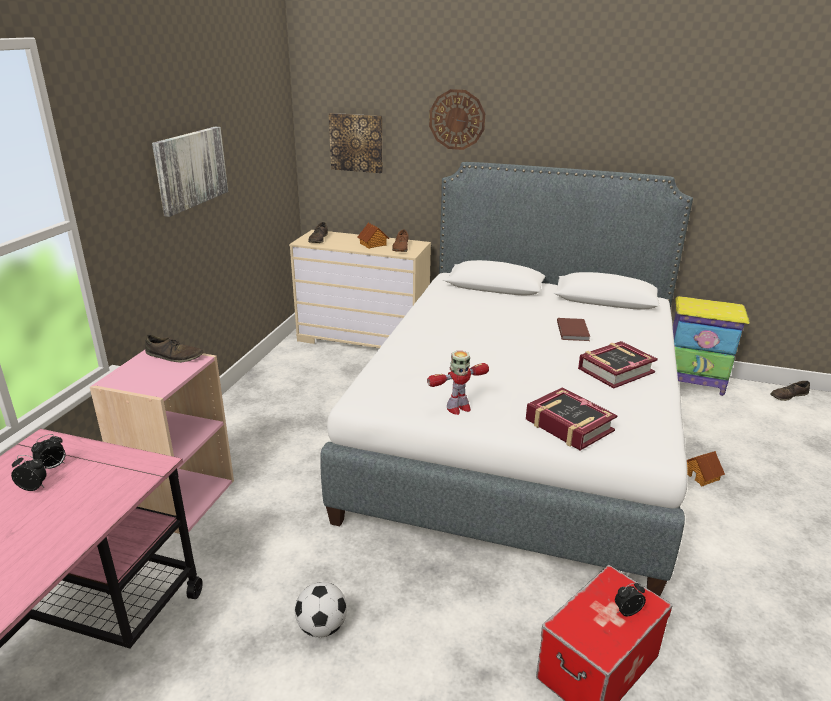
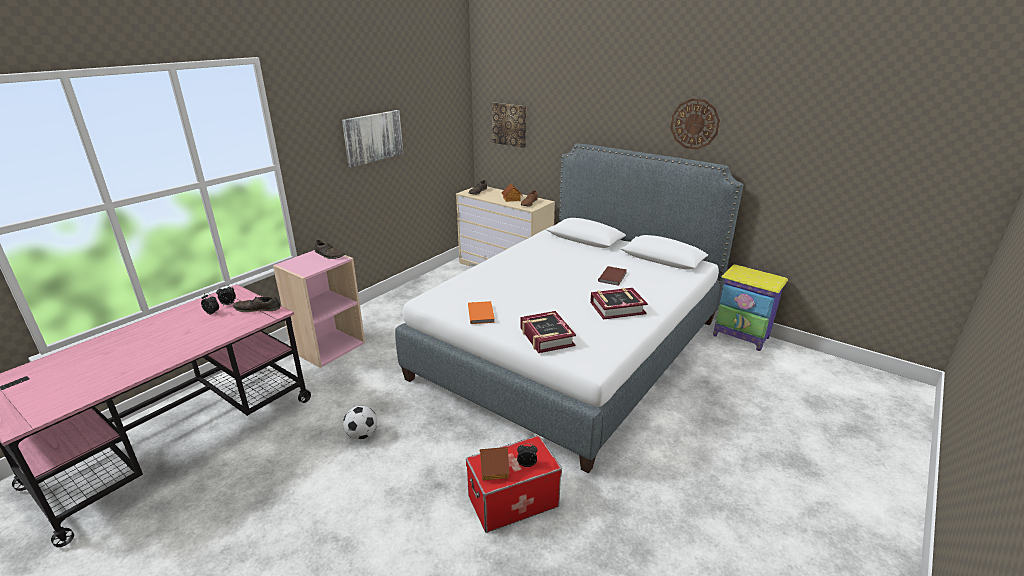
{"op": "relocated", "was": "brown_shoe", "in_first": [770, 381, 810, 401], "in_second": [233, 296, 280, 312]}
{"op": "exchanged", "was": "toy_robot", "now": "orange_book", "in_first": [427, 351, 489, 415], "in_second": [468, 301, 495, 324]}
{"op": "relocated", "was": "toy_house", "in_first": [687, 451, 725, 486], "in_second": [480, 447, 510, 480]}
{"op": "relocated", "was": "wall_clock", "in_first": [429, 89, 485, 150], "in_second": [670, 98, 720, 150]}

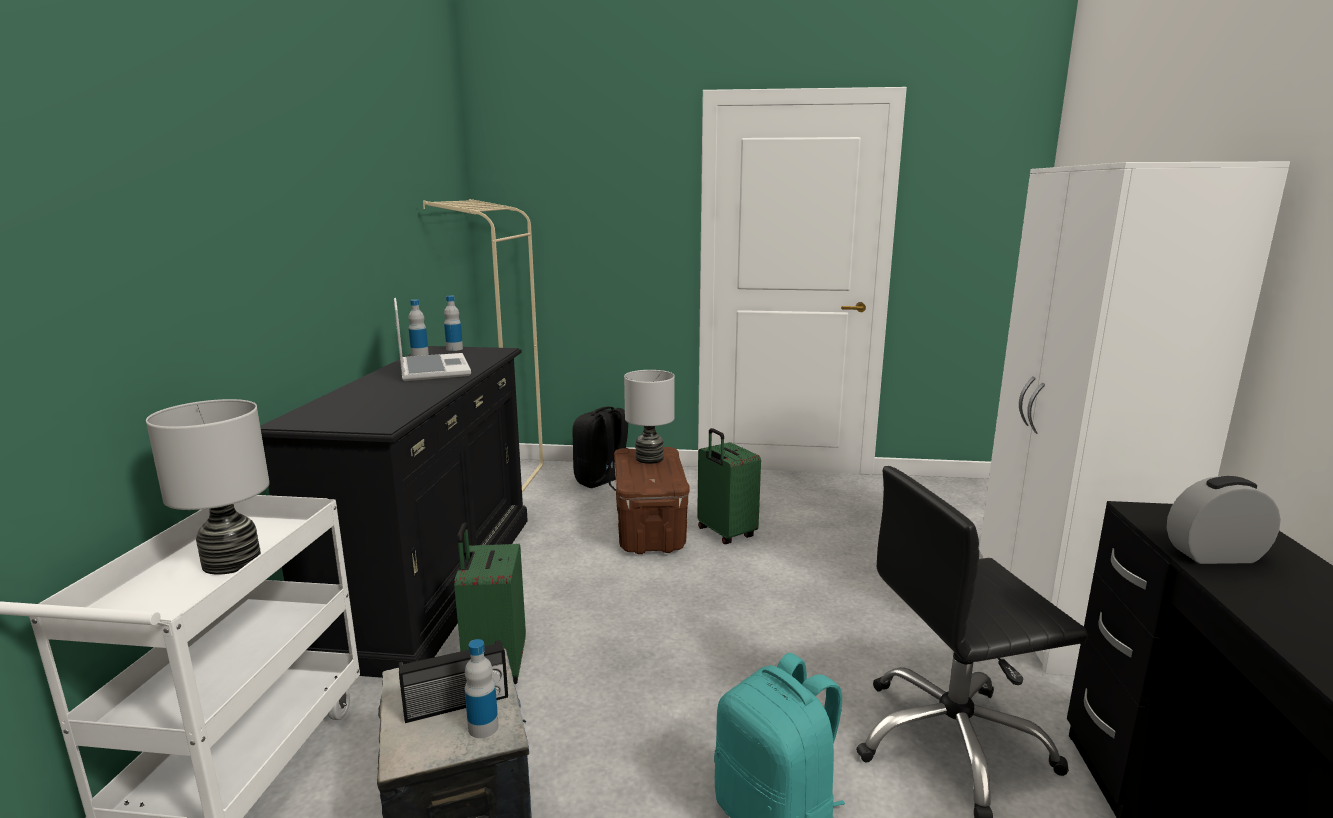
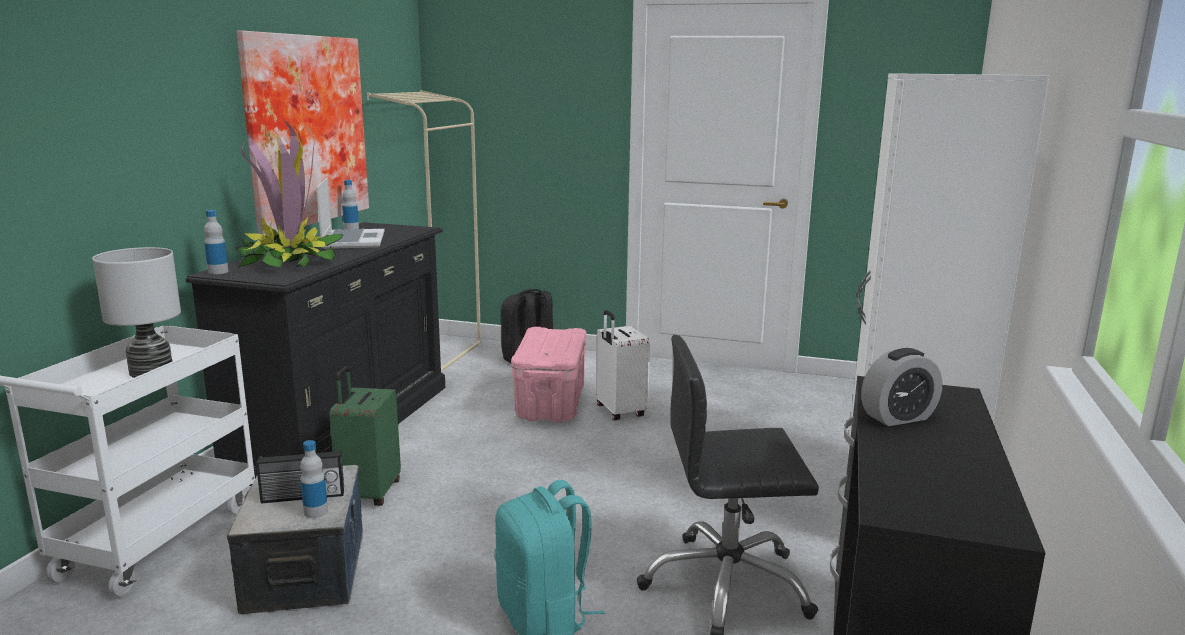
{"op": "relocated", "was": "bottle", "in_first": [444, 296, 463, 351], "in_second": [204, 210, 228, 274]}
{"op": "appeared", "now": "potted_plant", "in_second": [235, 120, 343, 269]}
{"op": "appeared", "now": "picture", "in_second": [236, 31, 369, 236]}
{"op": "colour", "was": "brown_storage_box", "now": "pink_storage_box", "in_first": [614, 447, 689, 554], "in_second": [511, 327, 587, 423]}
{"op": "colour", "was": "green_suitcase", "now": "white_suitcase", "in_first": [697, 428, 761, 544], "in_second": [596, 310, 650, 420]}
{"op": "spun", "was": "alarm_clock", "in_first": [1167, 476, 1281, 564], "in_second": [861, 348, 943, 426], "clockwise": 150}
{"op": "missing", "was": "grey_table_lamp", "in_first": [624, 370, 675, 464]}

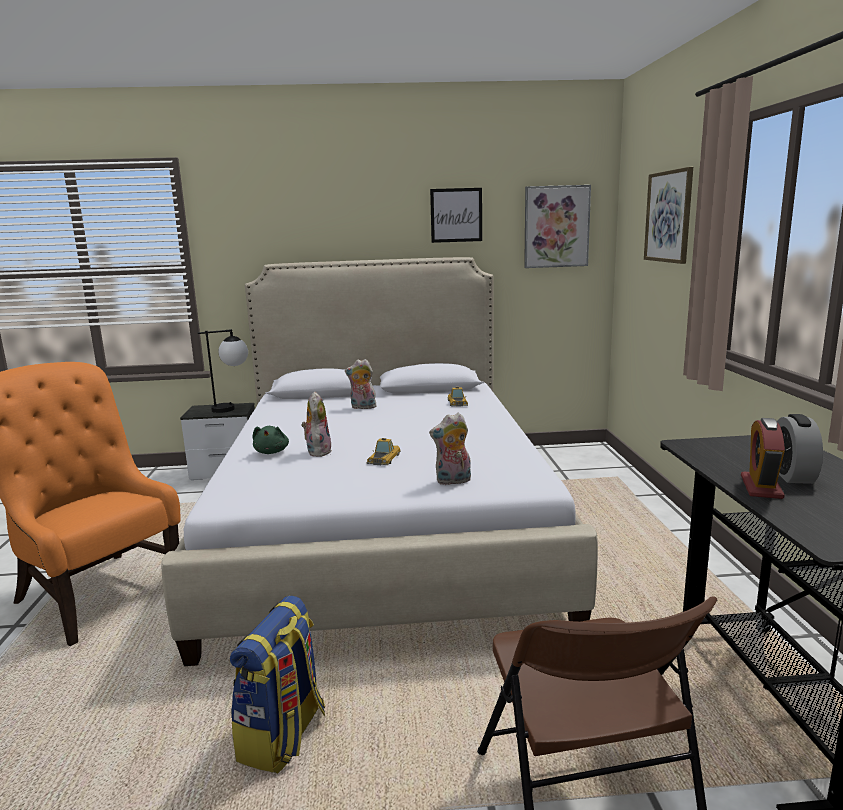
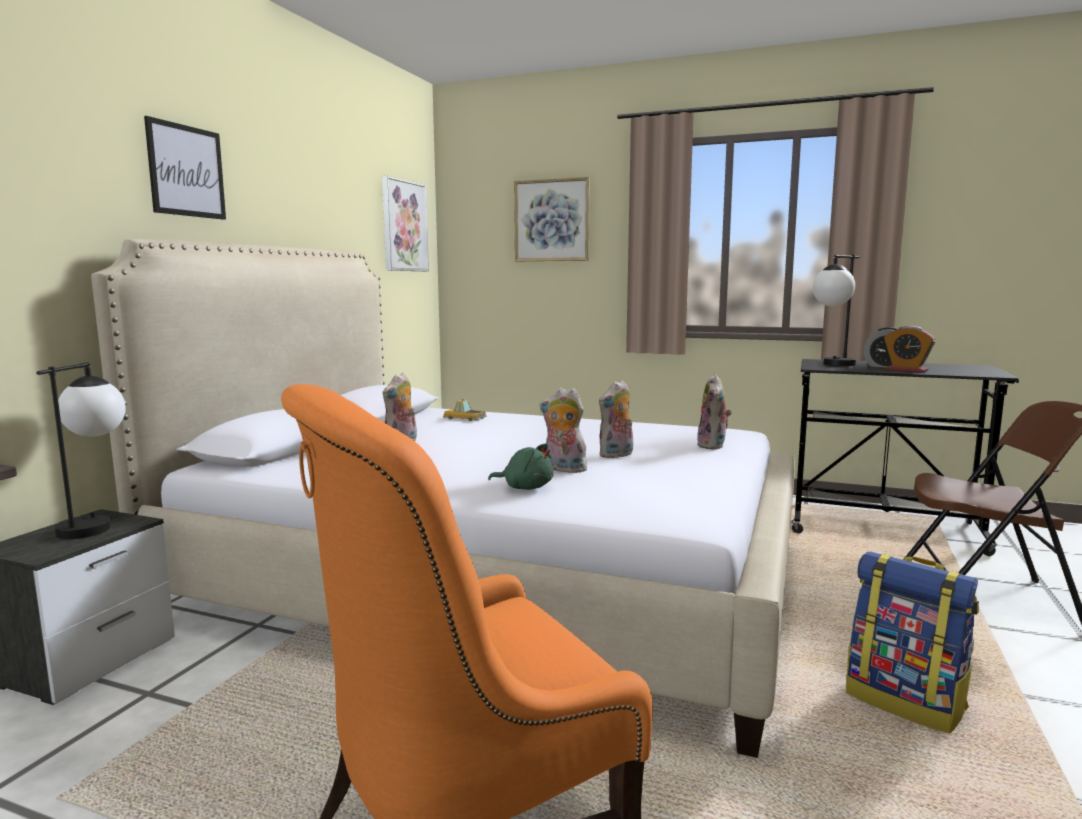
{"op": "relocated", "was": "picture", "in_first": [430, 188, 482, 243], "in_second": [144, 116, 226, 220]}
{"op": "exchanged", "was": "toy_car", "now": "plush_toy", "in_first": [366, 438, 401, 465], "in_second": [599, 380, 633, 459]}
{"op": "appeared", "now": "table_lamp", "in_second": [813, 255, 859, 366]}

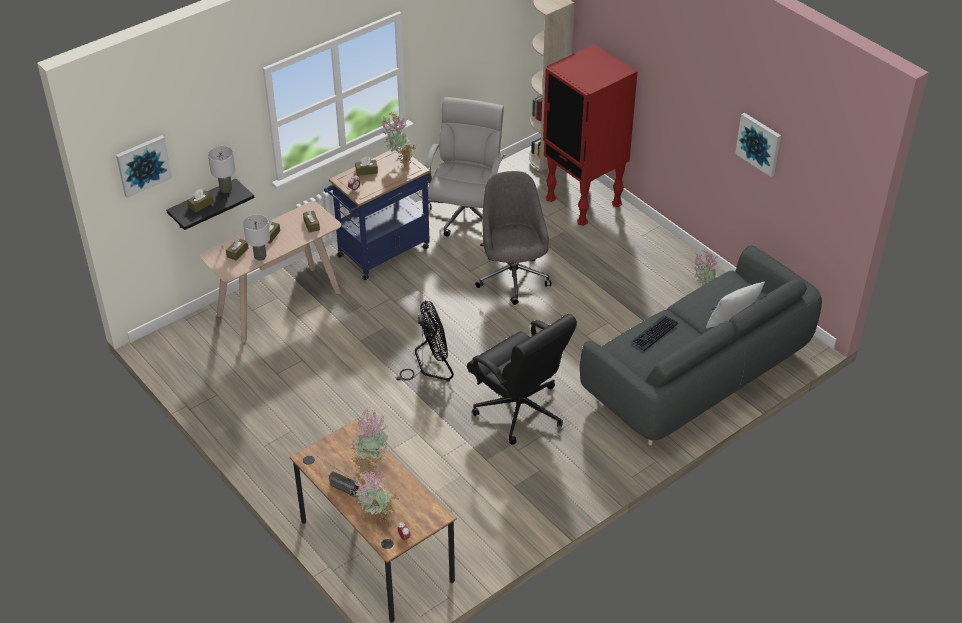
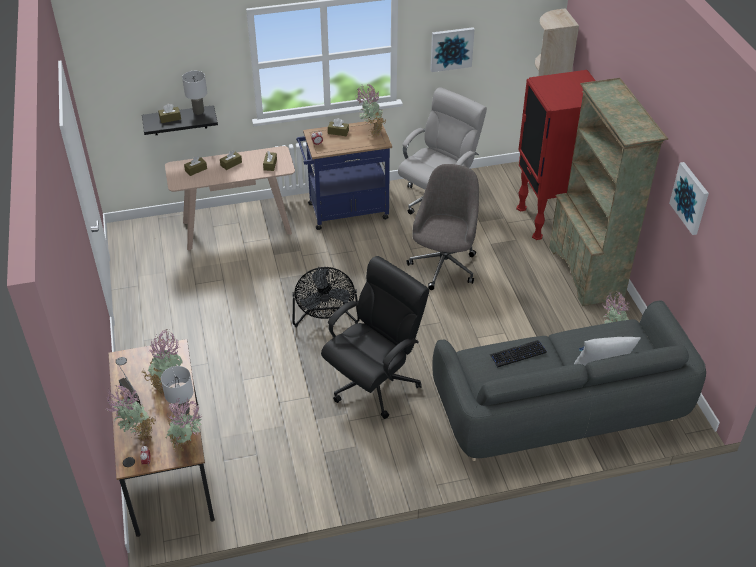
{"op": "relocated", "was": "white_table_lamp", "in_first": [243, 214, 270, 261], "in_second": [161, 366, 193, 416]}
{"op": "appeared", "now": "potted_plant", "in_second": [166, 397, 202, 452]}
{"op": "spun", "was": "black_fan", "in_first": [396, 301, 454, 382], "in_second": [292, 267, 360, 328], "clockwise": 75}
{"op": "spun", "was": "black_office_chair", "in_first": [467, 314, 577, 445], "in_second": [321, 256, 429, 419], "clockwise": -120}
{"op": "relocated", "was": "picture", "in_first": [116, 135, 172, 198], "in_second": [431, 27, 475, 72]}
{"op": "appeared", "now": "green_bookcase", "in_second": [549, 78, 668, 306]}

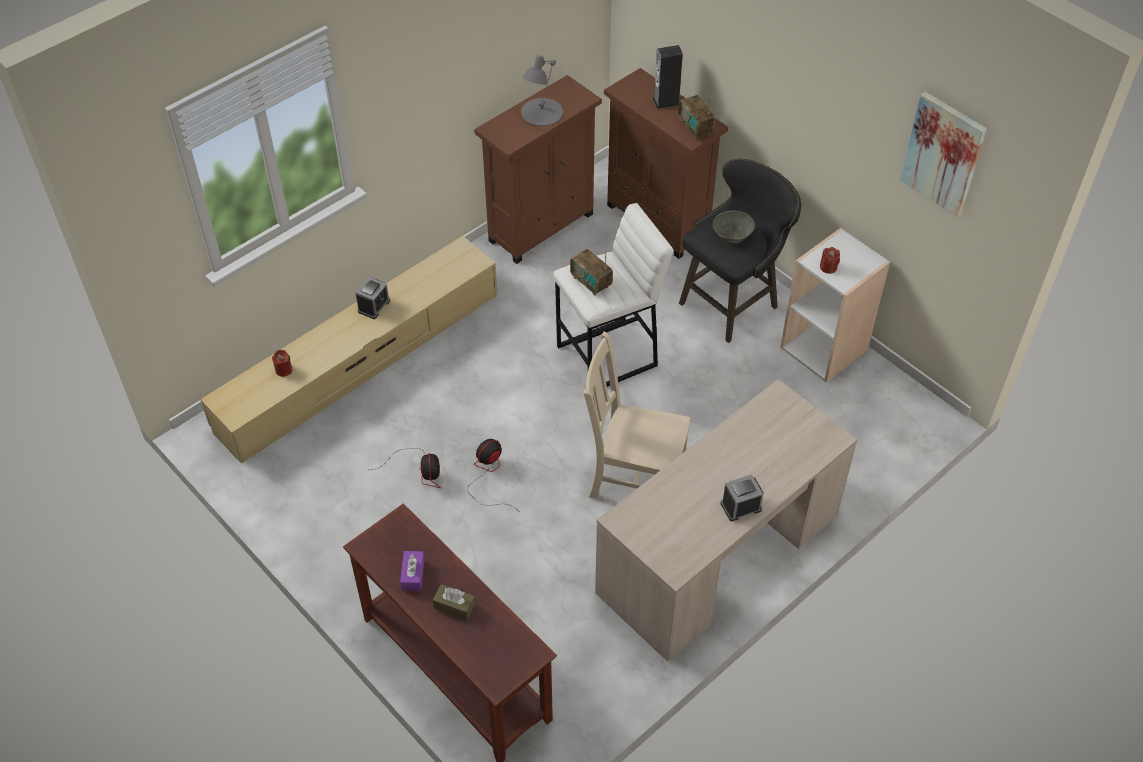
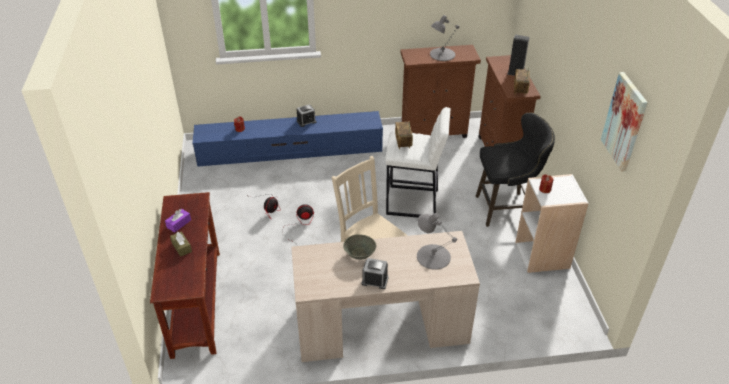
{"op": "colour", "was": "beige_tv_stand", "now": "blue_tv_stand", "in_first": [200, 236, 497, 464], "in_second": [193, 111, 383, 167]}
{"op": "relocated", "was": "grey_bowl", "in_first": [713, 210, 755, 243], "in_second": [343, 234, 376, 260]}
{"op": "appeared", "now": "grey_table_lamp", "in_second": [417, 213, 457, 270]}

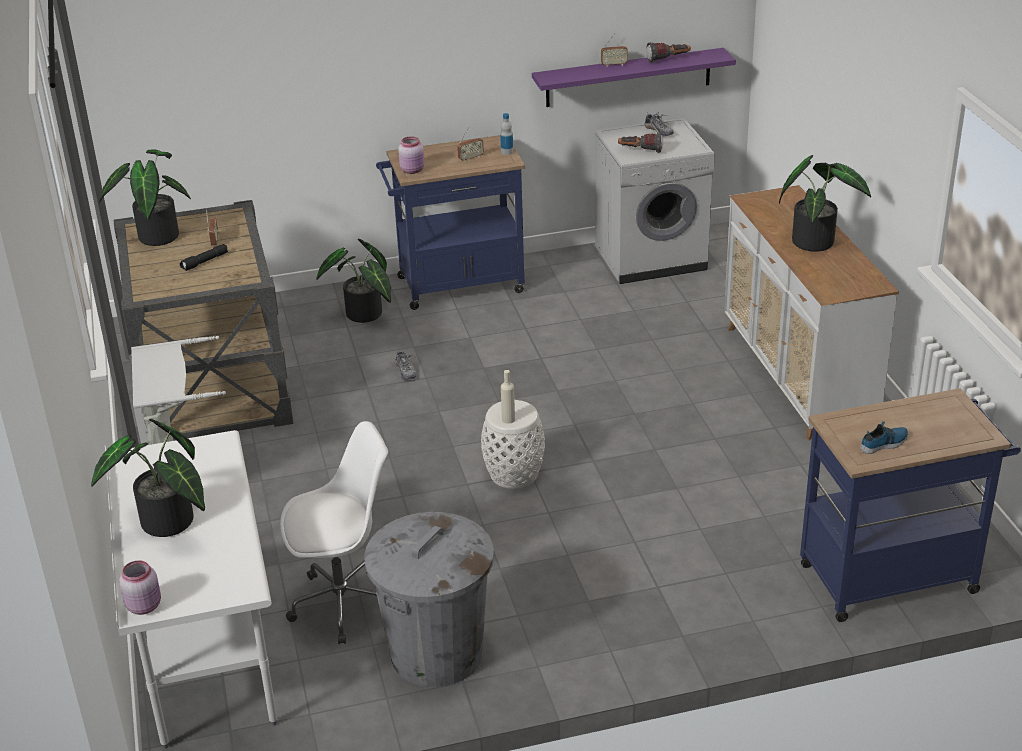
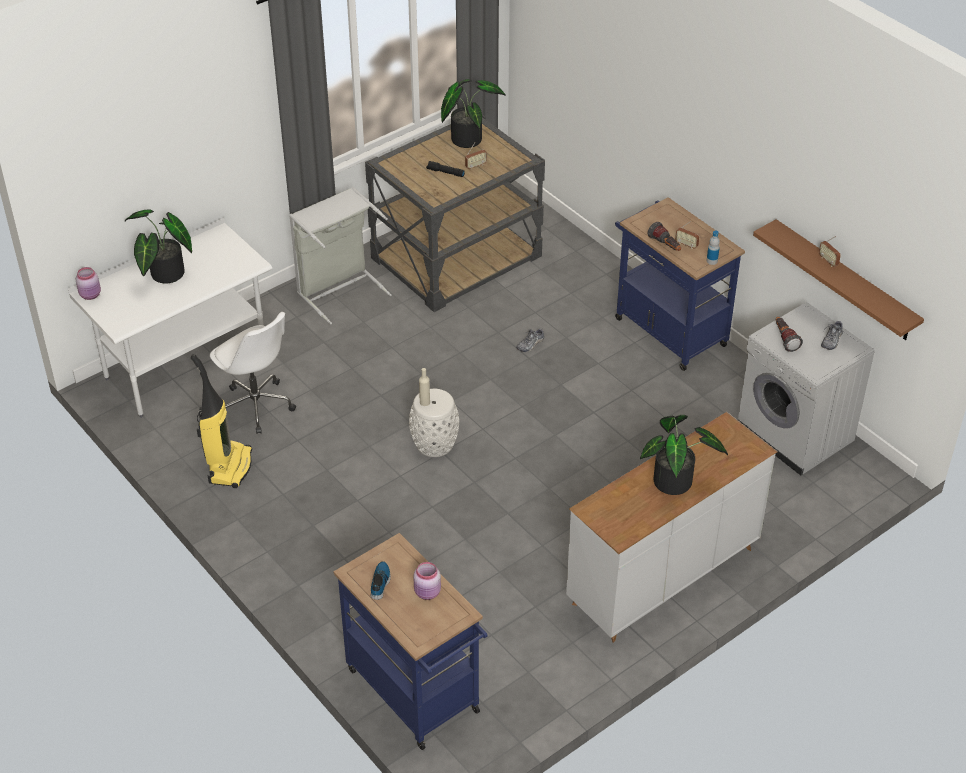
{"op": "exchanged", "was": "grey_trash_can", "now": "vacuum_cleaner", "in_first": [364, 512, 494, 687], "in_second": [191, 354, 252, 488]}
{"op": "spun", "was": "shoe", "in_first": [860, 421, 908, 454], "in_second": [370, 561, 391, 600], "clockwise": -120}
{"op": "relocated", "was": "pink_jar", "in_first": [398, 136, 424, 174], "in_second": [413, 562, 441, 600]}
{"op": "relocated", "was": "flashlight", "in_first": [646, 42, 691, 63], "in_second": [648, 222, 681, 251]}
{"op": "colour", "was": "purple_shelf", "now": "brown_shelf", "in_first": [532, 48, 736, 107], "in_second": [753, 219, 924, 340]}
{"op": "missing", "was": "potted_plant", "in_first": [316, 239, 391, 323]}

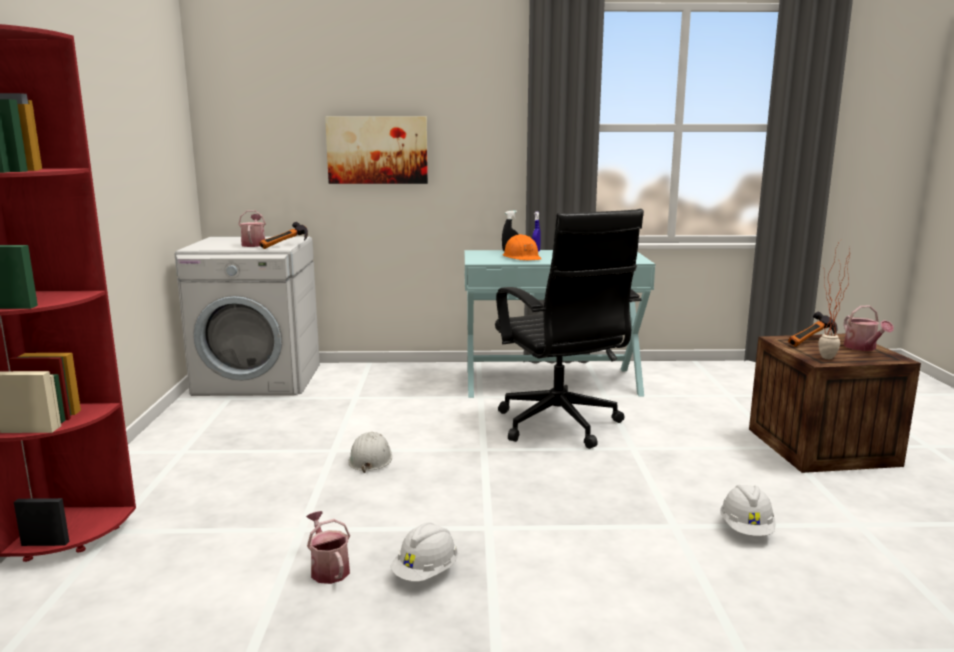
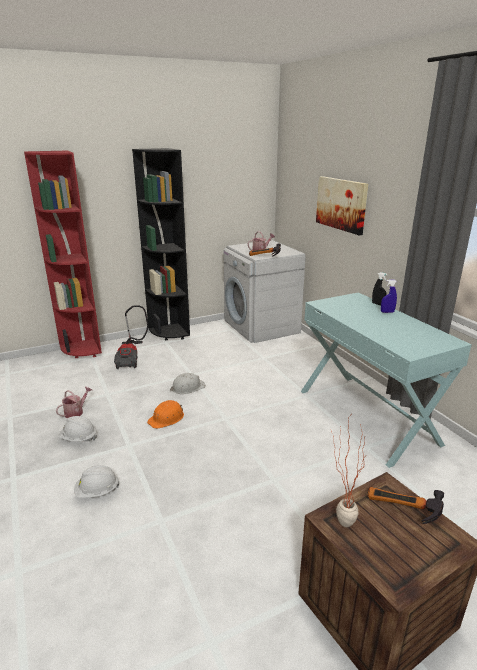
{"op": "relocated", "was": "white_hard_hat", "in_first": [720, 485, 776, 536], "in_second": [74, 465, 120, 498]}
{"op": "appeared", "now": "vacuum_cleaner", "in_second": [114, 305, 149, 369]}
{"op": "appeared", "now": "black_bookcase", "in_second": [132, 148, 190, 340]}
{"op": "relocated", "was": "orange_hard_hat", "in_first": [503, 234, 541, 261], "in_second": [147, 400, 184, 429]}
{"op": "missing", "was": "black_office_chair", "in_first": [495, 209, 644, 449]}
{"op": "missing", "was": "watering_can", "in_first": [844, 306, 894, 351]}

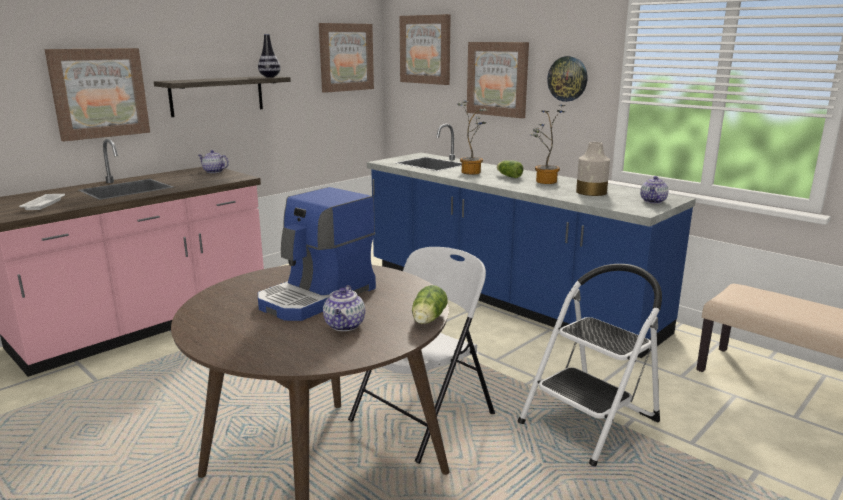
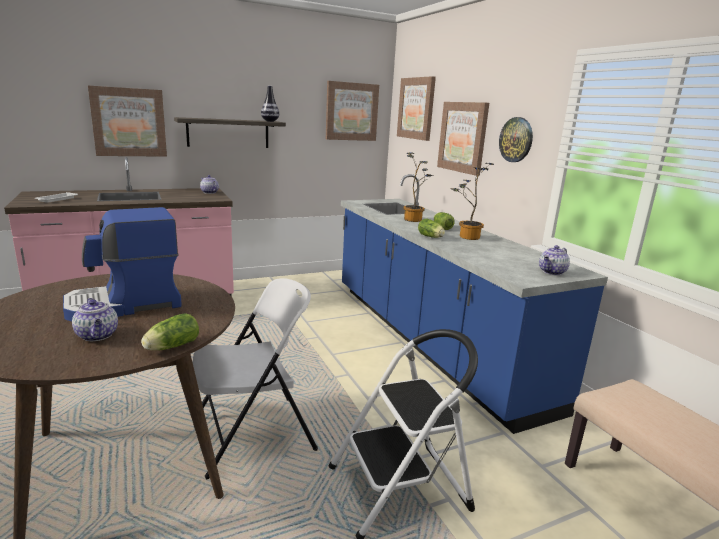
{"op": "spun", "was": "teapot", "in_first": [323, 285, 365, 331], "in_second": [72, 298, 118, 341], "clockwise": -60}
{"op": "appeared", "now": "lettuce", "in_second": [418, 219, 445, 238]}
{"op": "missing", "was": "beige_vase", "in_first": [576, 142, 610, 196]}

